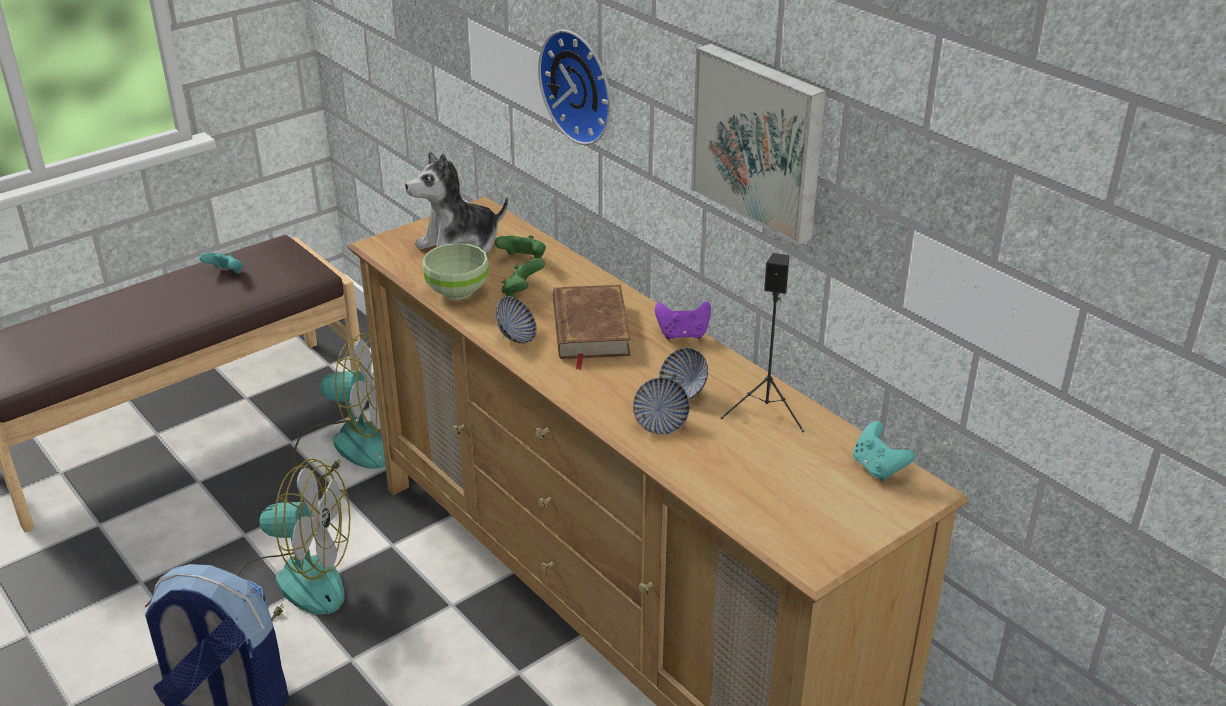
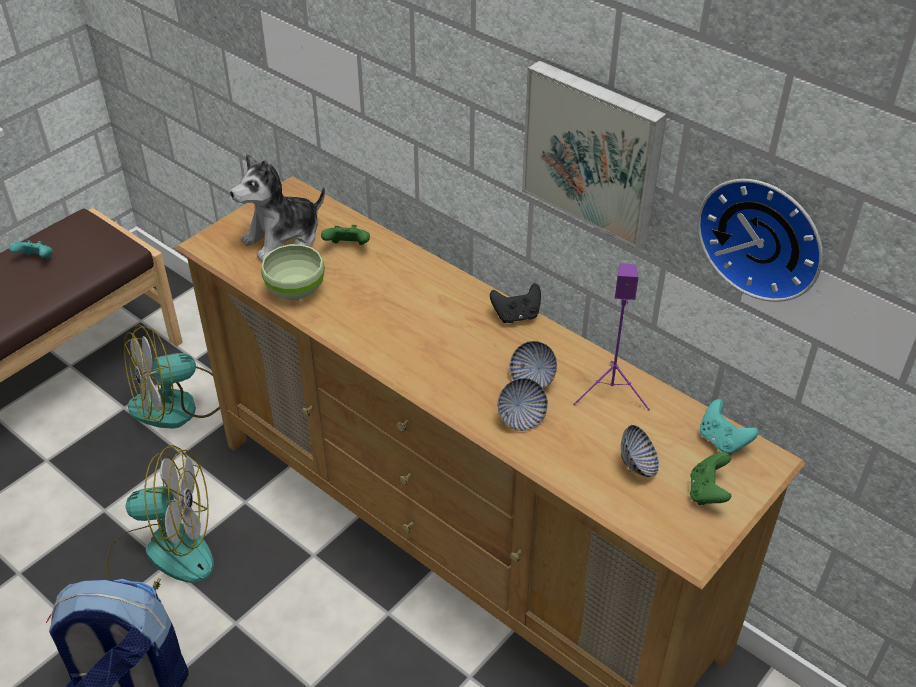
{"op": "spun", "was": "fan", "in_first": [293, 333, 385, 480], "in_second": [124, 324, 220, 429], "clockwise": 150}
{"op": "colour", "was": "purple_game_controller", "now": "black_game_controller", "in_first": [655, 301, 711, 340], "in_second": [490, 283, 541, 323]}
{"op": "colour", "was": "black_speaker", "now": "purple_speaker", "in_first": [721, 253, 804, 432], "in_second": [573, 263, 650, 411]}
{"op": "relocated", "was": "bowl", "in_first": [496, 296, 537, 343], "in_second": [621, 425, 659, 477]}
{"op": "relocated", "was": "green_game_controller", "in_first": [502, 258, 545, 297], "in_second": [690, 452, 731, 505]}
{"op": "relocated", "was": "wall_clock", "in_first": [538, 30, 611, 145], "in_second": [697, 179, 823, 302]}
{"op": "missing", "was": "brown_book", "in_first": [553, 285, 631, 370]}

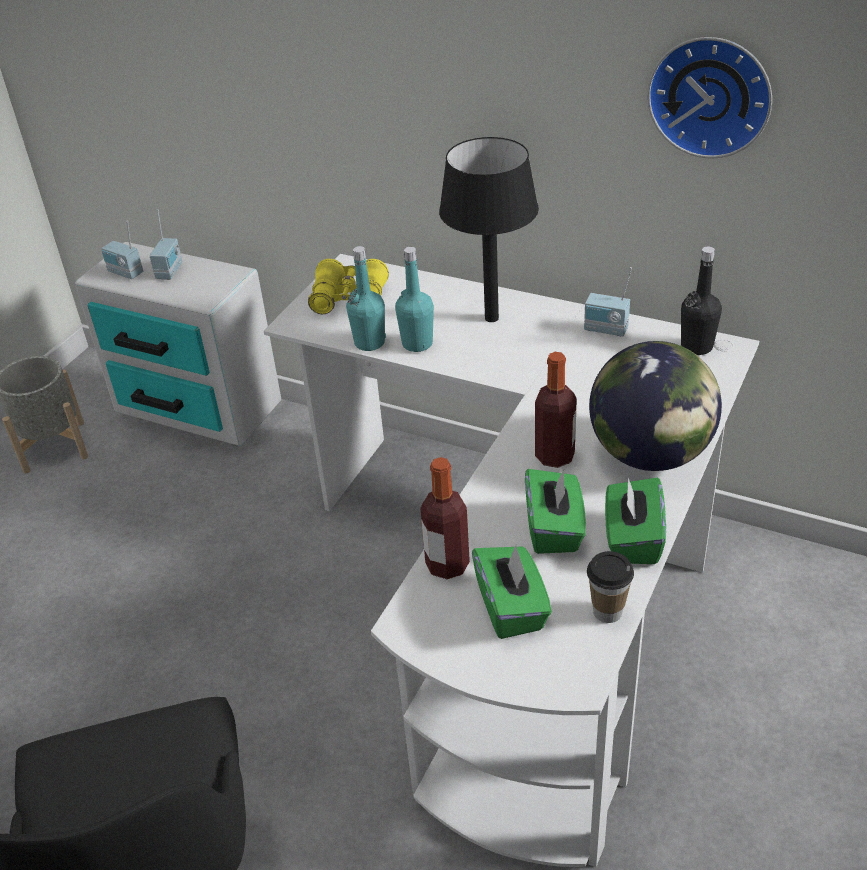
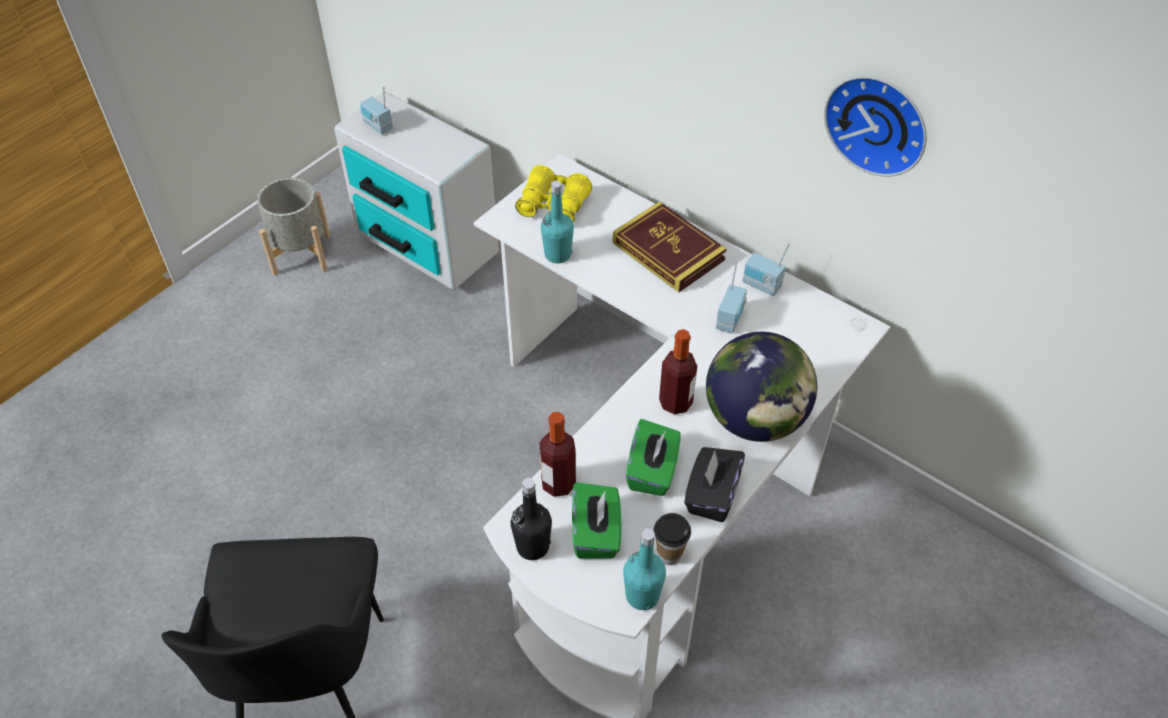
{"op": "relocated", "was": "black_bottle", "in_first": [681, 247, 722, 355], "in_second": [511, 478, 552, 560]}
{"op": "exchanged", "was": "black_table_lamp", "now": "book", "in_first": [439, 137, 539, 322], "in_second": [613, 201, 726, 292]}
{"op": "relocated", "was": "turquoise_bottle", "in_first": [395, 247, 434, 352], "in_second": [623, 528, 666, 610]}
{"op": "colour", "was": "green_tissue_box", "now": "black_tissue_box", "in_first": [605, 478, 666, 564], "in_second": [684, 447, 745, 522]}
{"op": "relocated", "was": "radio", "in_first": [150, 209, 182, 280], "in_second": [716, 260, 747, 334]}

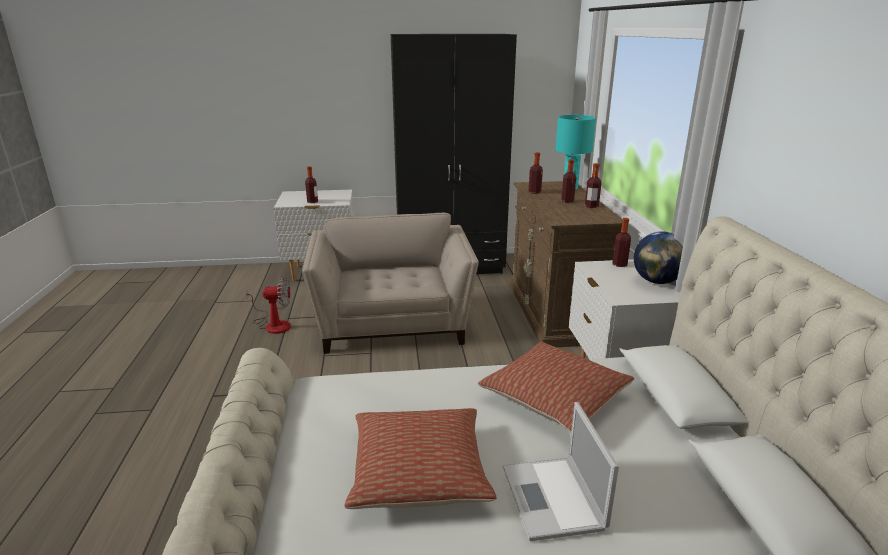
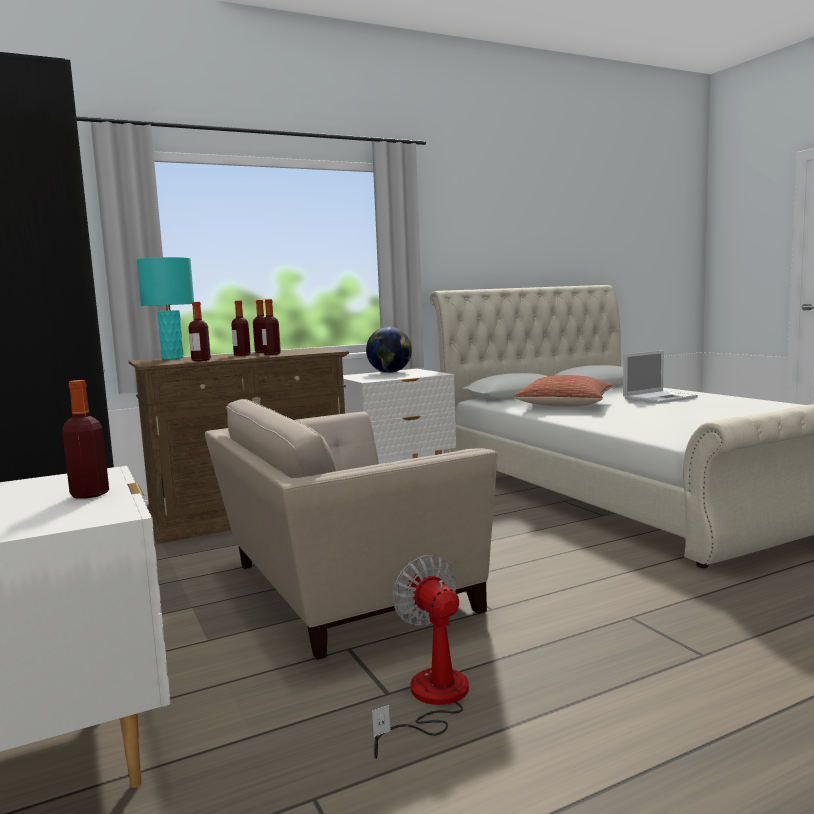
{"op": "relocated", "was": "bottle", "in_first": [612, 218, 631, 267], "in_second": [261, 299, 281, 355]}
{"op": "missing", "was": "pillow", "in_first": [344, 408, 497, 509]}

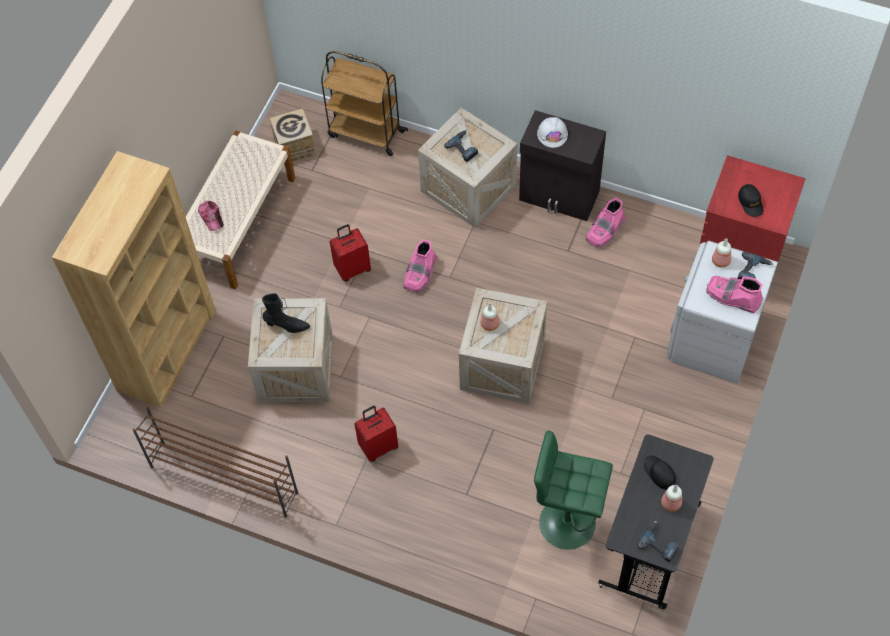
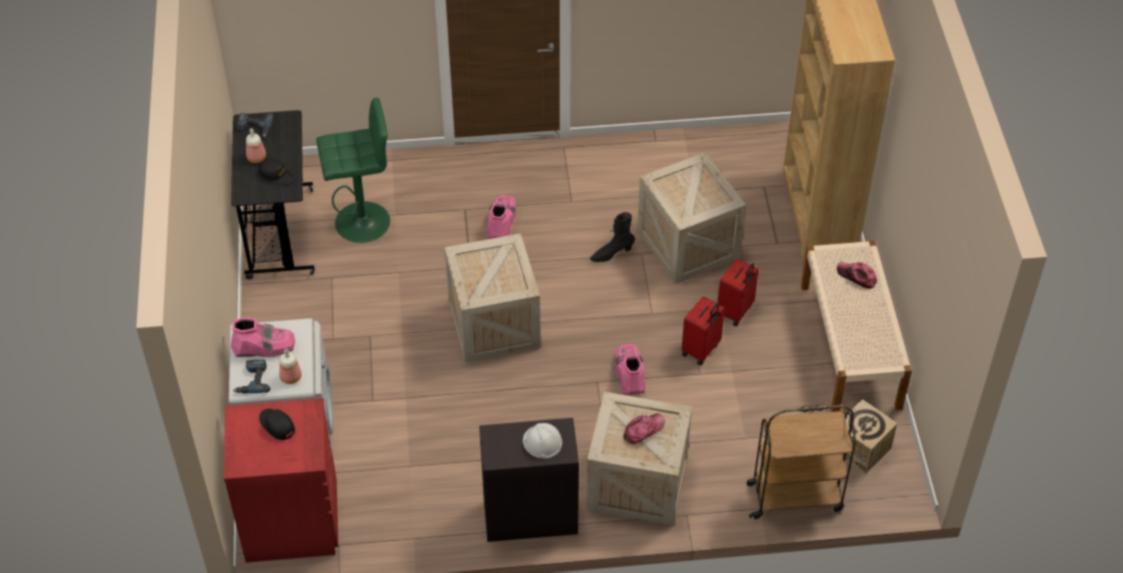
{"op": "relocated", "was": "pink_boot", "in_first": [585, 198, 626, 248], "in_second": [487, 195, 516, 239]}
{"op": "relocated", "was": "black_boot", "in_first": [262, 293, 310, 333], "in_second": [590, 212, 635, 262]}
{"op": "exchanged", "was": "power_drill", "now": "cap", "in_first": [444, 130, 478, 162], "in_second": [623, 414, 665, 444]}
{"op": "relocated", "was": "red_suitcase", "in_first": [354, 406, 398, 462], "in_second": [718, 258, 759, 326]}
{"op": "missing", "was": "brown_shoe_rack", "in_first": [133, 405, 298, 518]}
{"op": "missing", "was": "bottle", "in_first": [481, 304, 499, 331]}

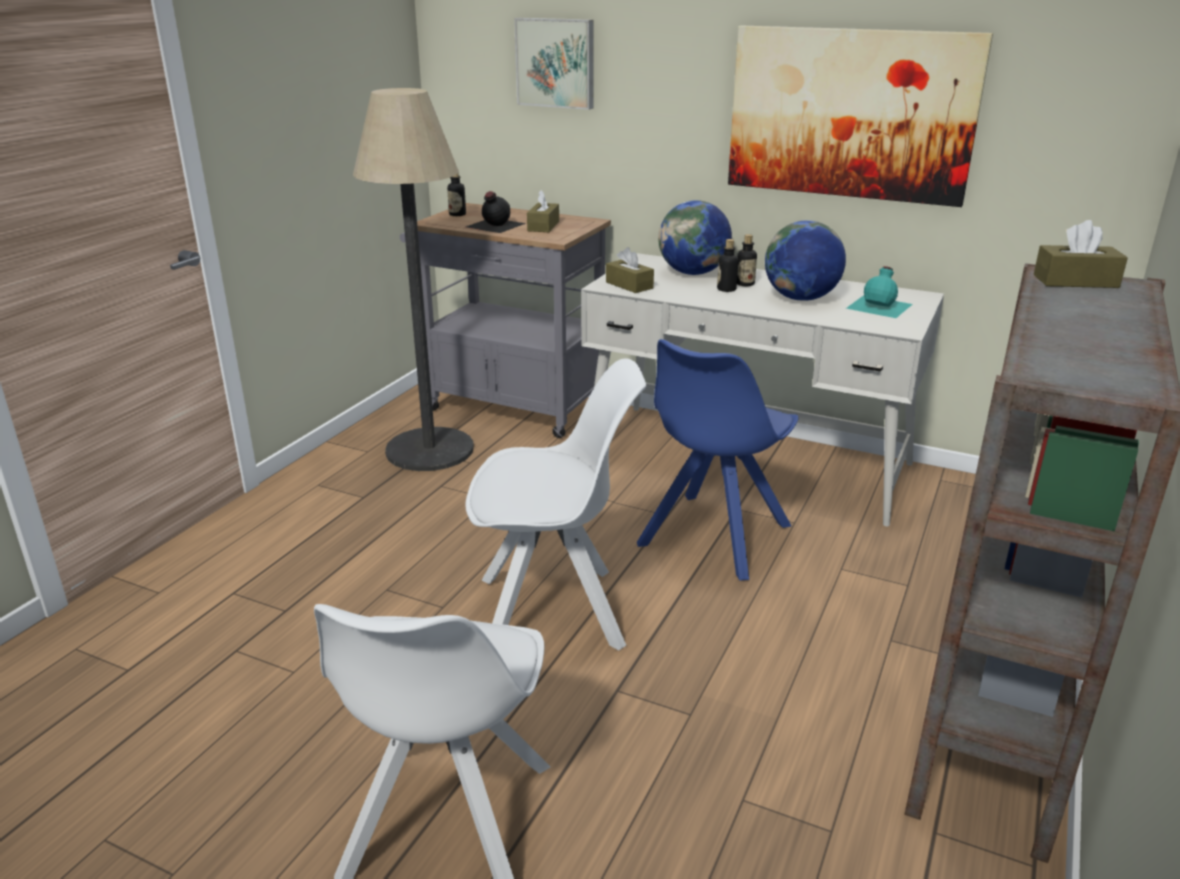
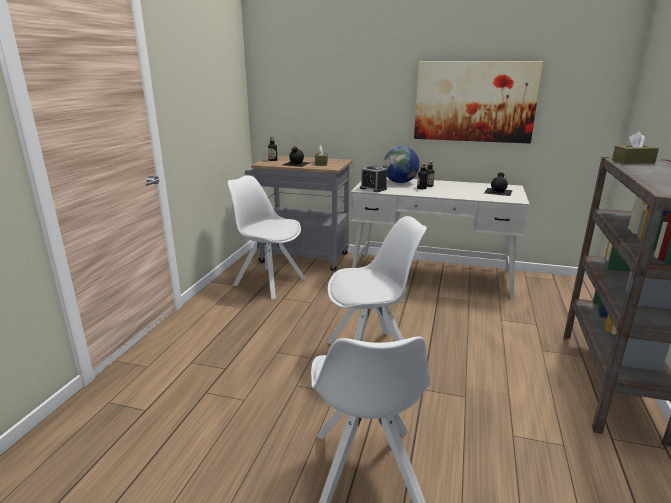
{"op": "exchanged", "was": "floor_lamp", "now": "white_chair", "in_first": [353, 88, 474, 471], "in_second": [228, 175, 306, 299]}
{"op": "exchanged", "was": "brown_tissue_box", "now": "alarm_clock", "in_first": [606, 247, 654, 293], "in_second": [360, 165, 387, 192]}
{"op": "colour", "was": "turquoise_bottle", "now": "black_bottle", "in_first": [846, 266, 913, 318], "in_second": [484, 172, 513, 196]}
{"op": "missing", "was": "picture", "in_first": [514, 18, 594, 110]}
{"op": "missing", "was": "blue_chair", "in_first": [637, 339, 799, 581]}
{"op": "missing", "was": "globe", "in_first": [765, 220, 846, 301]}

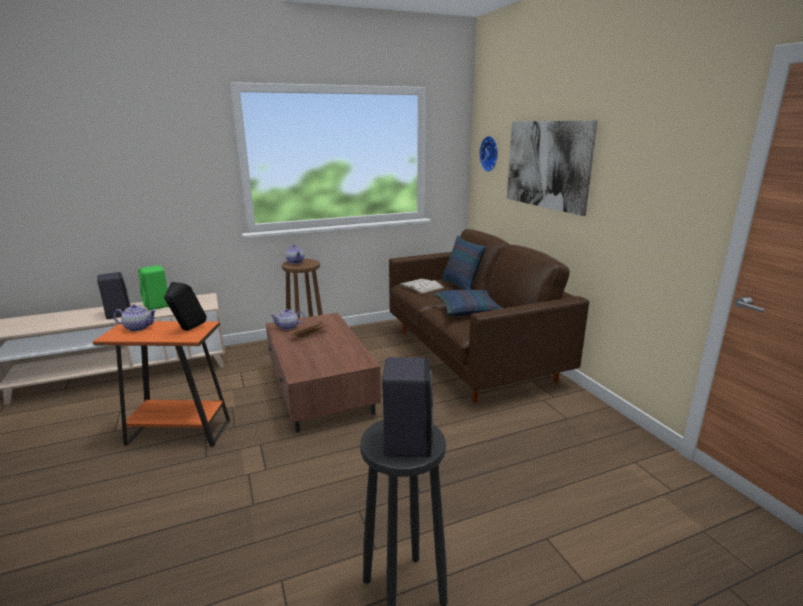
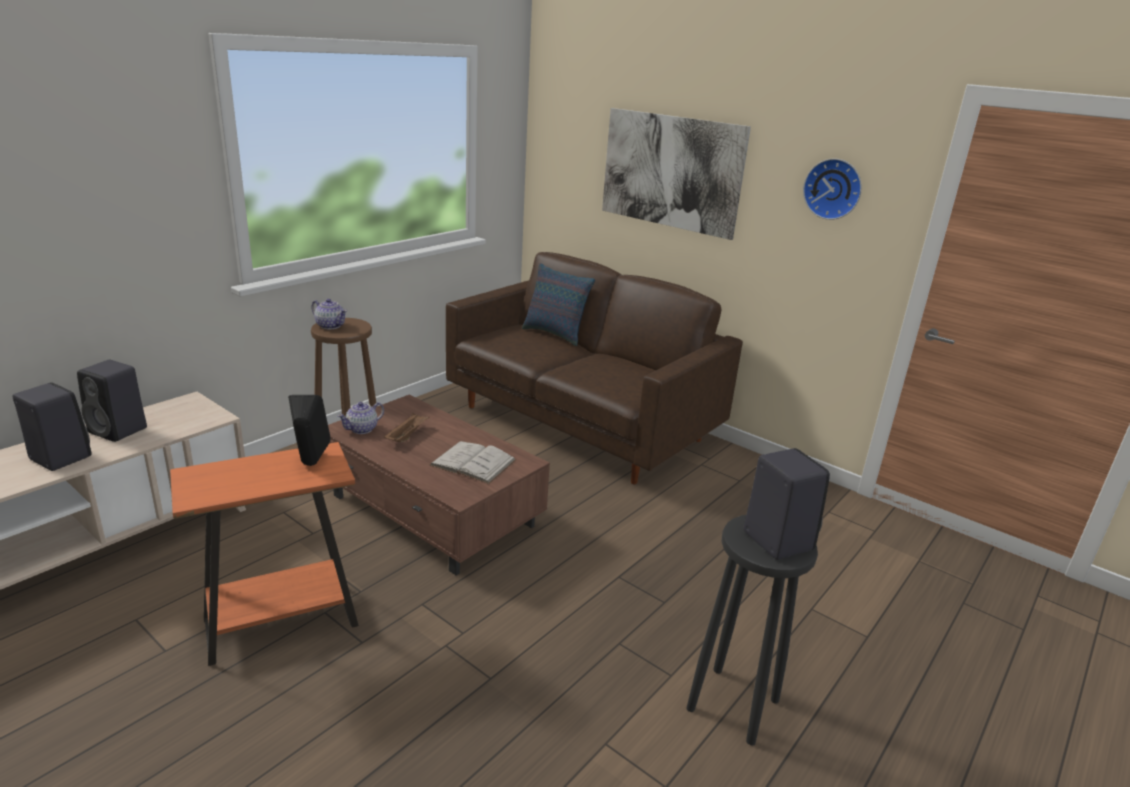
{"op": "colour", "was": "green_speaker", "now": "black_speaker", "in_first": [138, 265, 169, 311], "in_second": [77, 360, 147, 442]}
{"op": "relocated", "was": "white_book", "in_first": [399, 279, 444, 294], "in_second": [430, 441, 516, 484]}
{"op": "relocated", "was": "wall_clock", "in_first": [479, 136, 498, 172], "in_second": [803, 158, 862, 220]}
{"op": "missing", "was": "teapot", "in_first": [113, 304, 157, 332]}
{"op": "missing", "was": "blue_pillow", "in_first": [434, 290, 503, 316]}

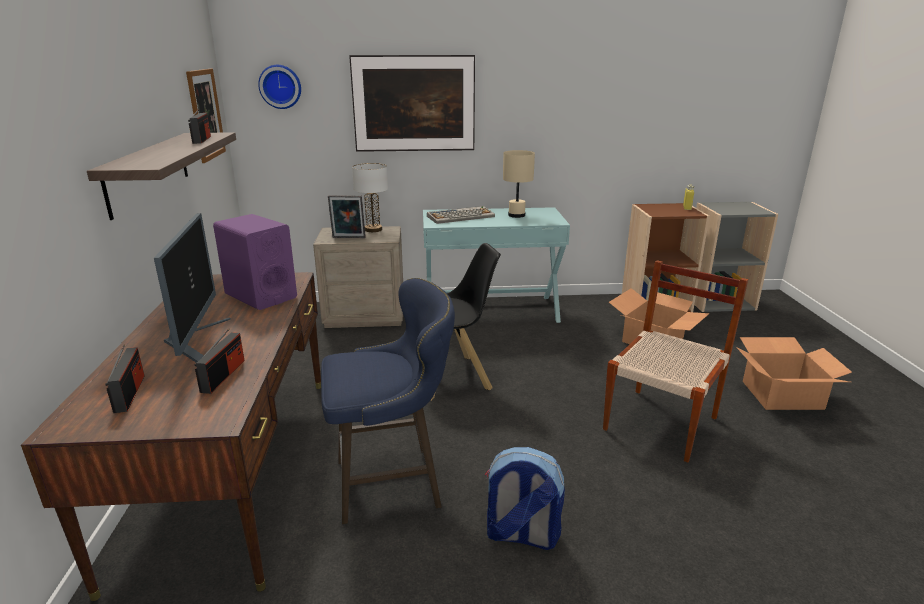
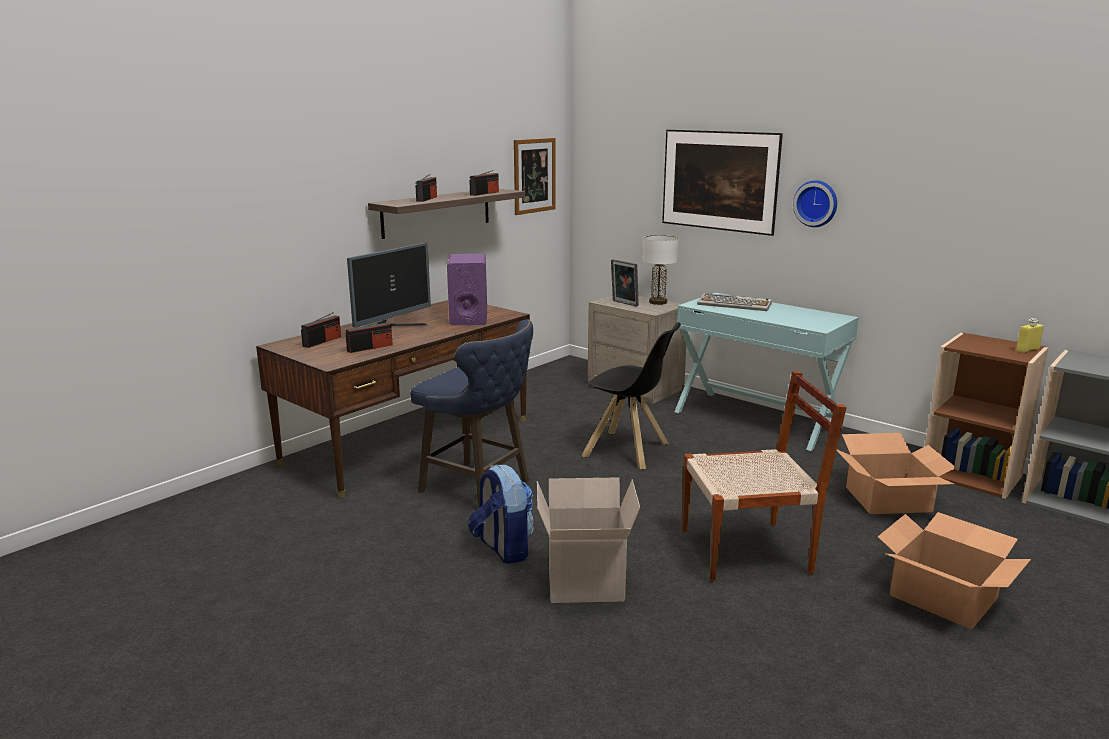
{"op": "appeared", "now": "radio", "in_second": [415, 174, 437, 202]}
{"op": "appeared", "now": "cardboard_box", "in_second": [537, 477, 640, 603]}
{"op": "relocated", "was": "wall_clock", "in_first": [258, 65, 301, 109], "in_second": [793, 180, 837, 227]}
{"op": "missing", "was": "beige_table_lamp", "in_first": [503, 150, 535, 218]}

